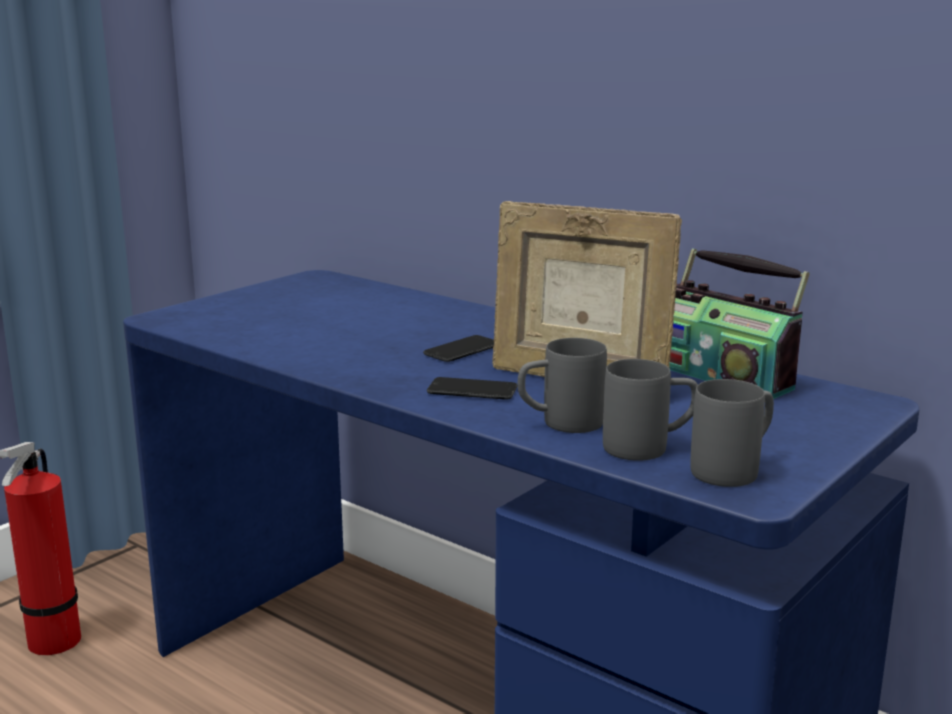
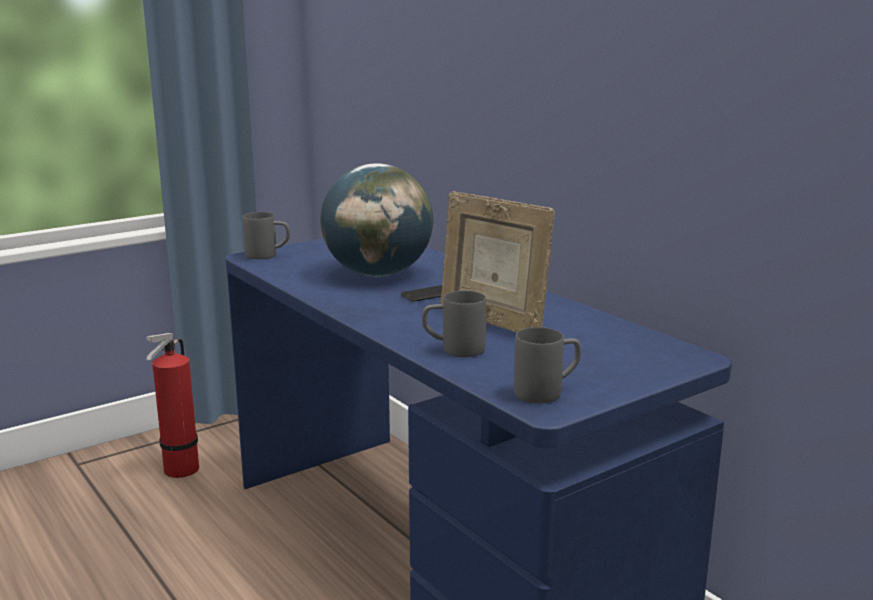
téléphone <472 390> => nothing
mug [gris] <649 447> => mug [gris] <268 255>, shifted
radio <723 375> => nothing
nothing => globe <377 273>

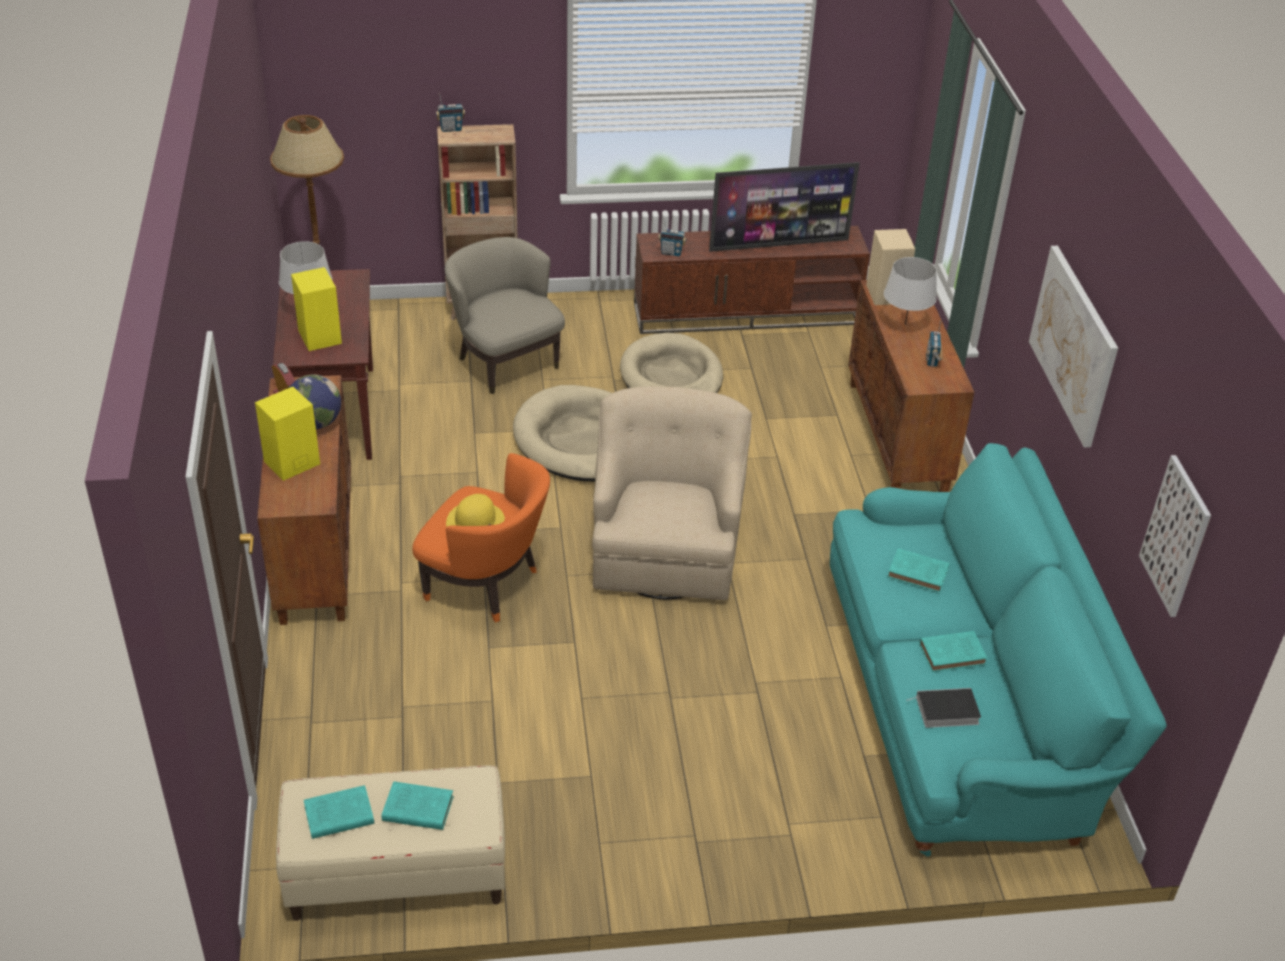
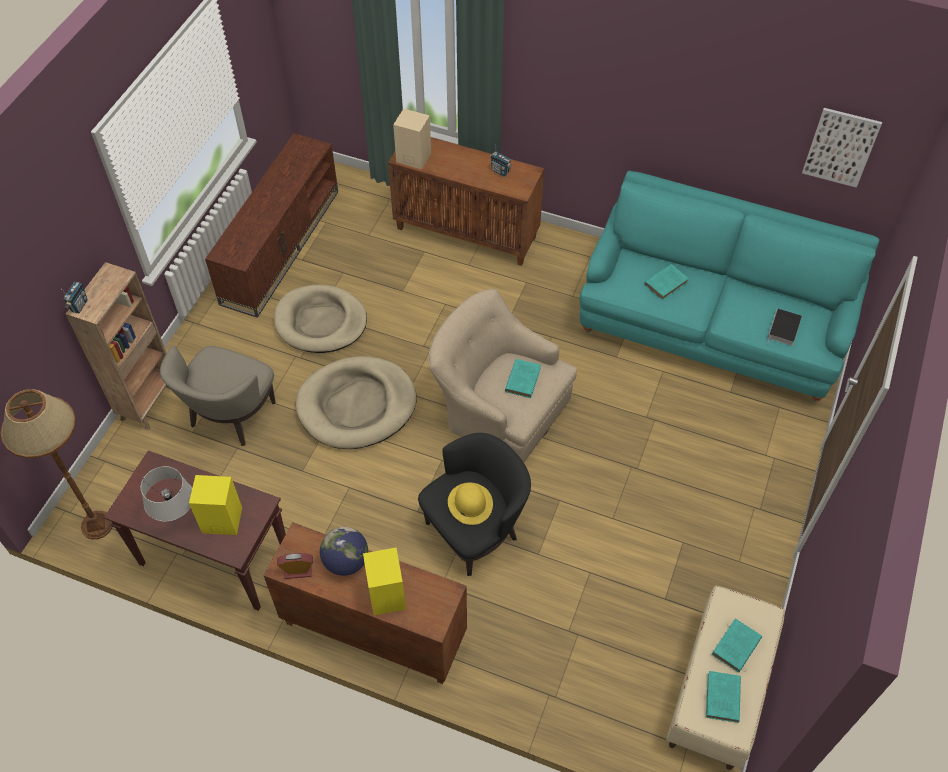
fauteuil [orange] <486 585> => fauteuil [noir] <475 530>
fauteuil [beige] <505 362> => fauteuil [beige] <230 416>, 60 degrees counterclockwise
radio <671 253> => nothing
téléviseur <778 244> => nothing
lampe de table [gris] <905 324> => nothing
livre [turquoise] <954 654> => livre [turquoise] <523 379>, shifted
tableau <1074 344> => nothing

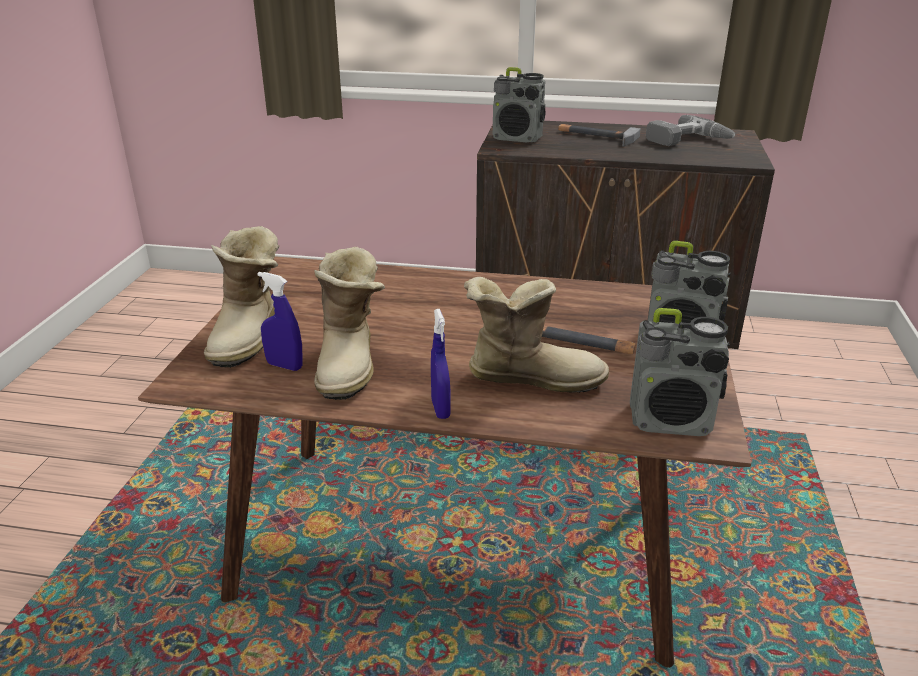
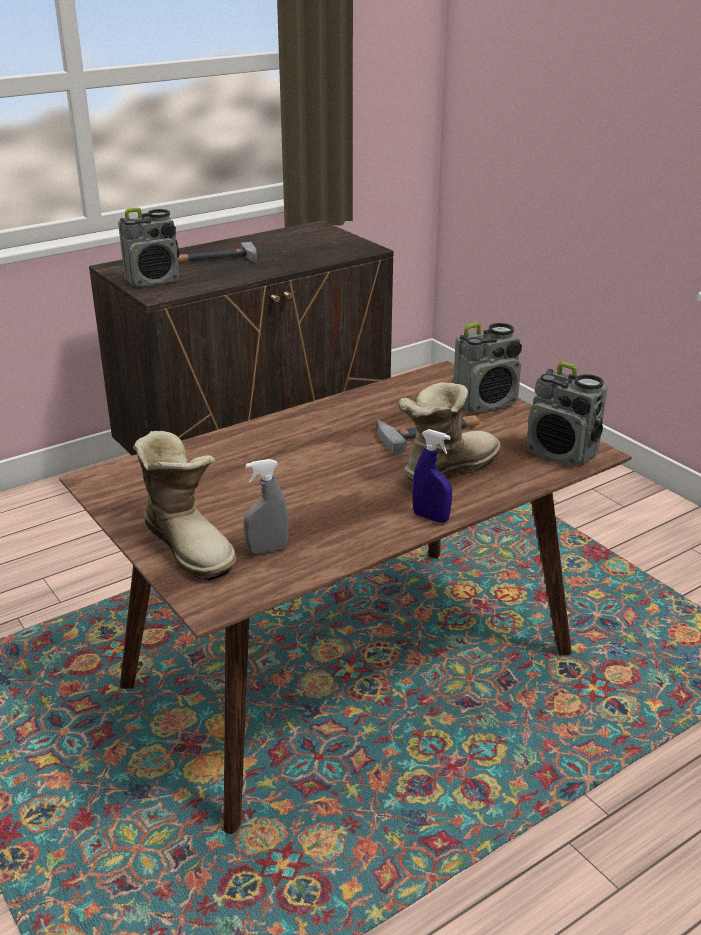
vaporisateur [bleu] <284 366> => vaporisateur [gris] <267 549>
botte <351 363> => nothing
radio <672 420> => radio <562 454>, 75 degrees clockwise
perceuse <689 141> => nothing

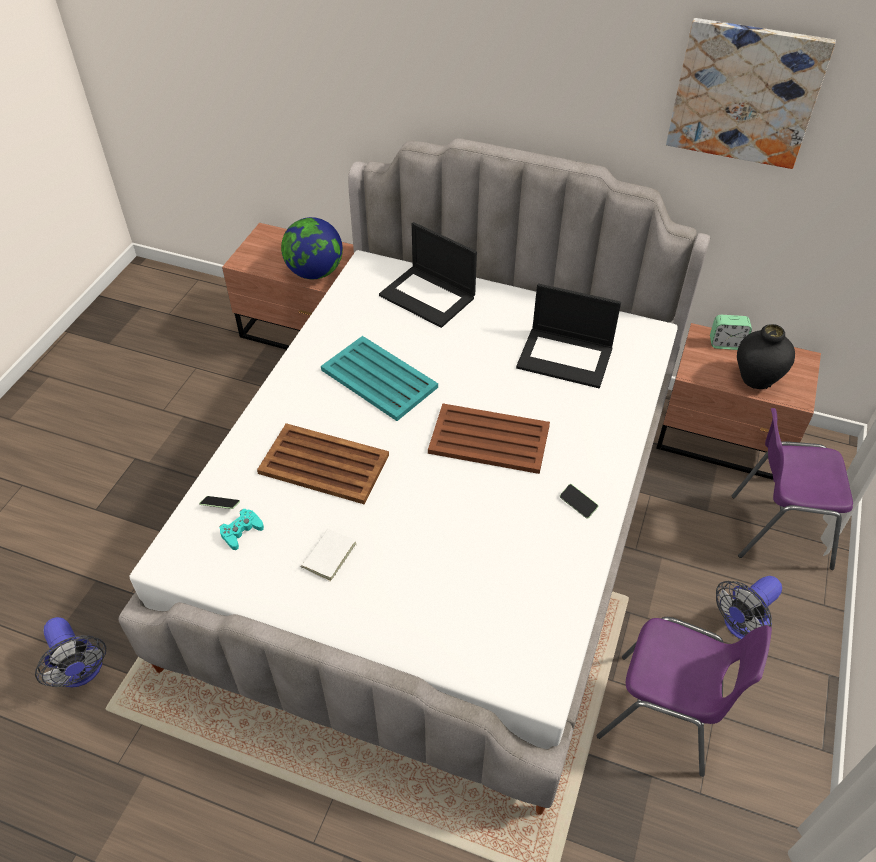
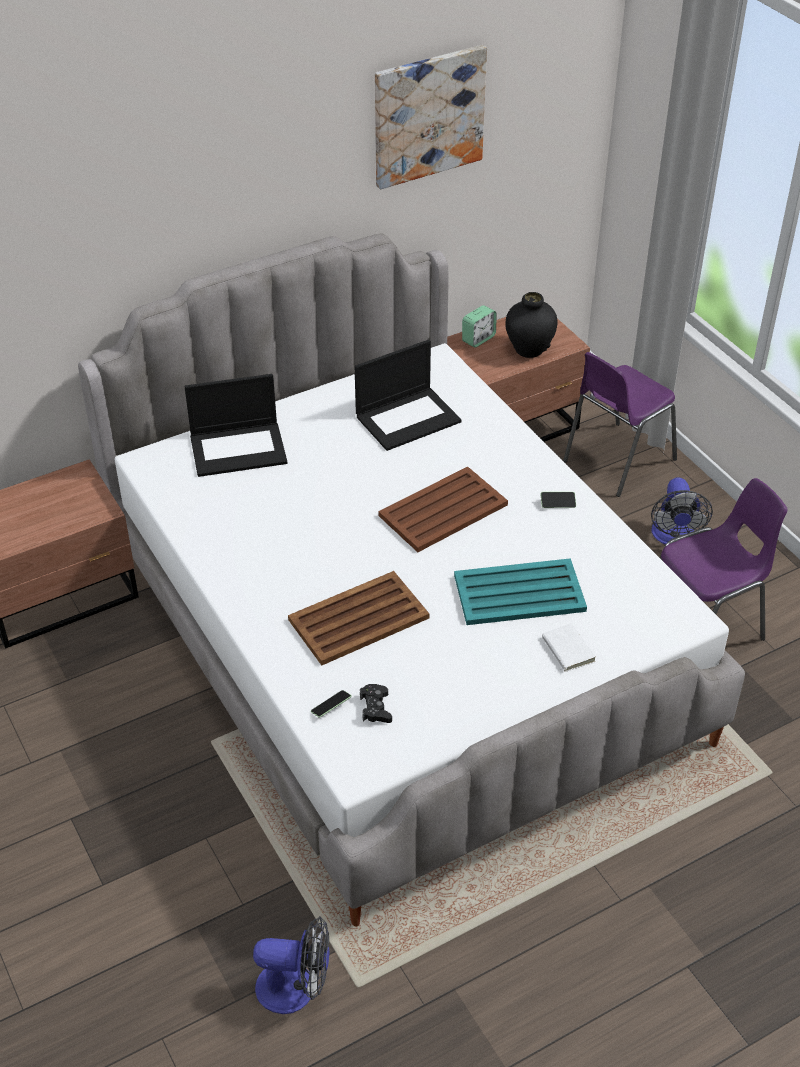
manette [turquoise] <241 532> => manette [noir] <375 708>
globe <315 272> => nothing
livre [blanc] <327 555> => livre [blanc] <566 650>, shifted
plateau [turquoise] <378 378> => plateau [turquoise] <518 593>, shifted

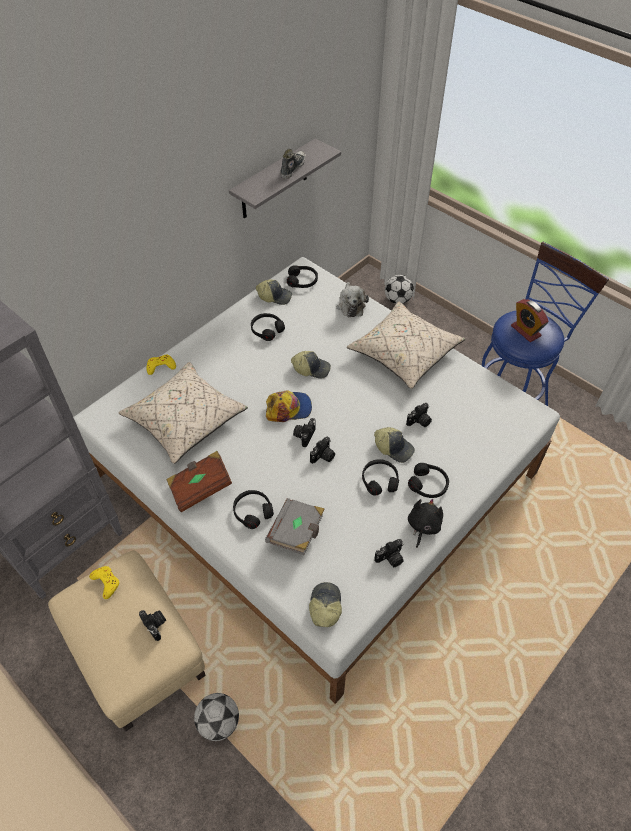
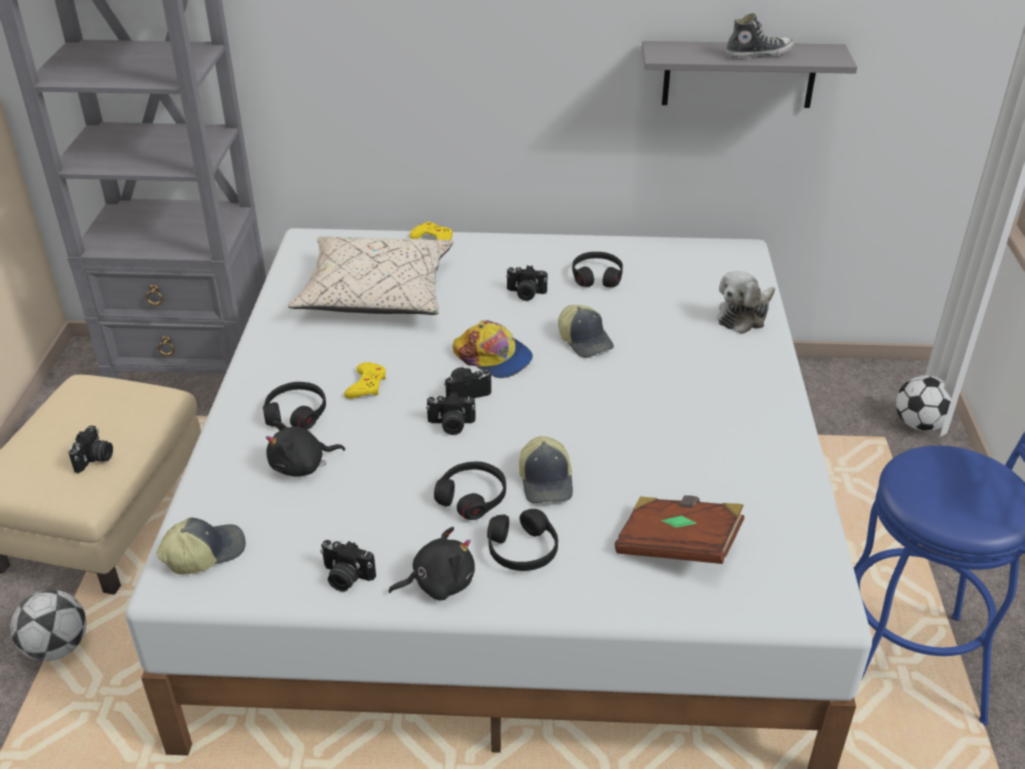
manette [jaune] <106 582> => manette [jaune] <366 385>, shifted
livre [marron] <200 487> => livre [marron] <677 546>, shifted
casquette <275 296> => nothing
livre [gris] <297 532> => peluche [noir] <301 466>
casque audio [noir] <302 281> => nothing
coussin [beige] <403 353> => nothing
appareil photo <419 421> => appareil photo <525 294>, shifted
réveil <525 331> => nothing

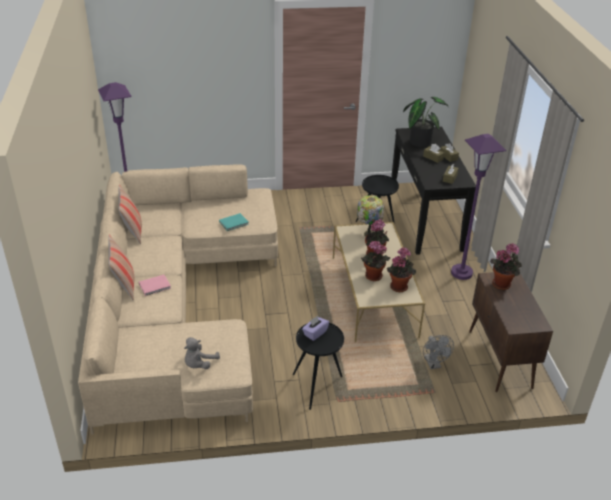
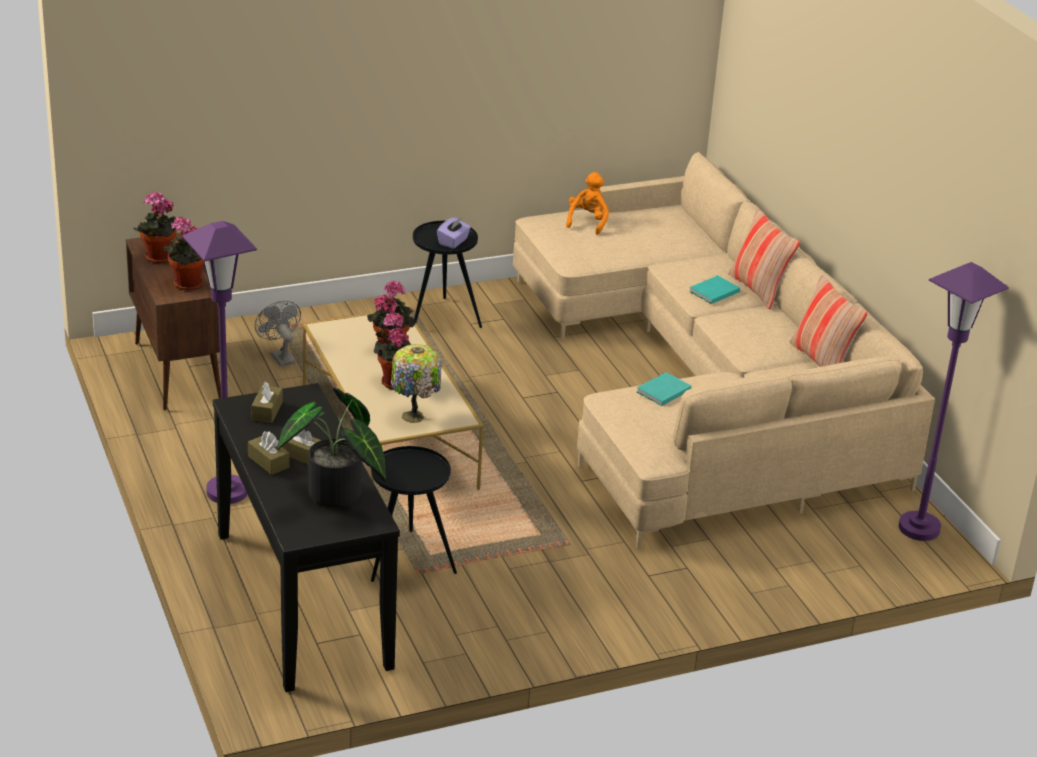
livre [rose] <155 286> => livre [turquoise] <713 292>
peluche [gris] <199 364> => peluche [orange] <587 222>
plante en pot <399 286> => plante en pot <159 258>, shifted

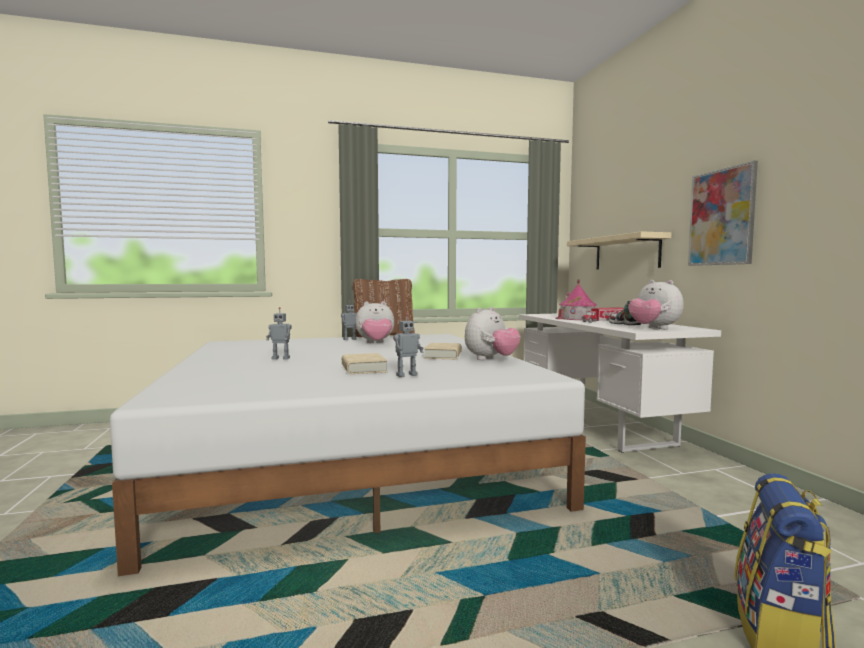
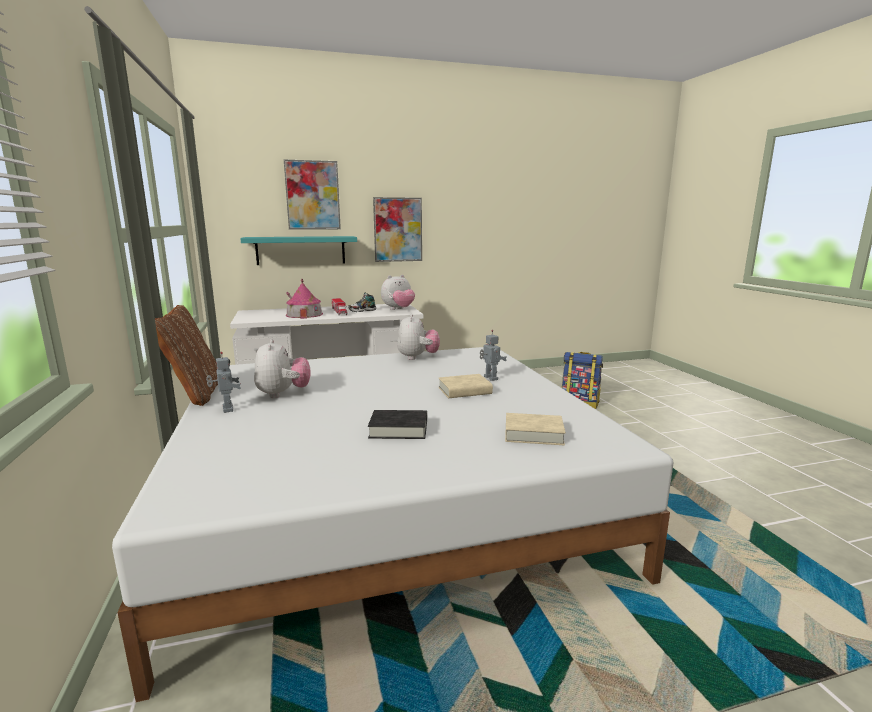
robot jouet <281 358> => livre [noir] <398 429>
livre [beige] <443 355> => livre [beige] <533 434>, shifted
peluche <491 359> => peluche <417 357>, 45 degrees clockwise
étagère [beige] <626 253> => étagère [turquoise] <301 250>
nothing => tableau <312 195>

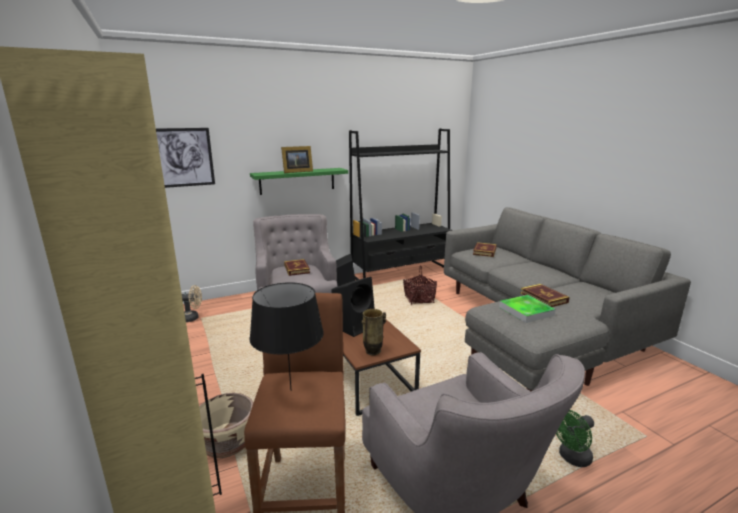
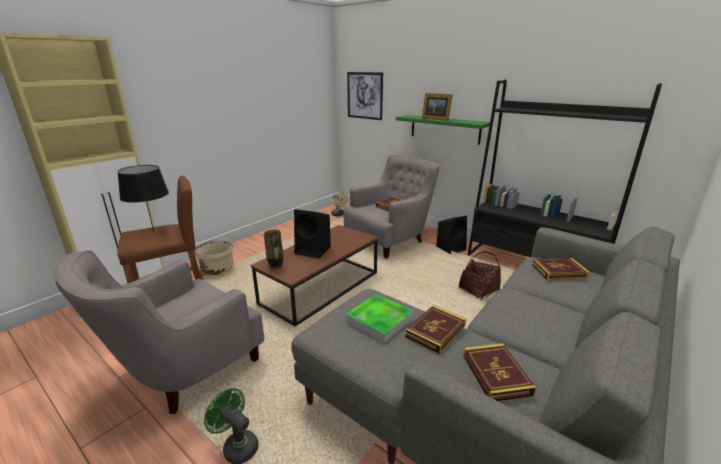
nothing => livre <496 374>

